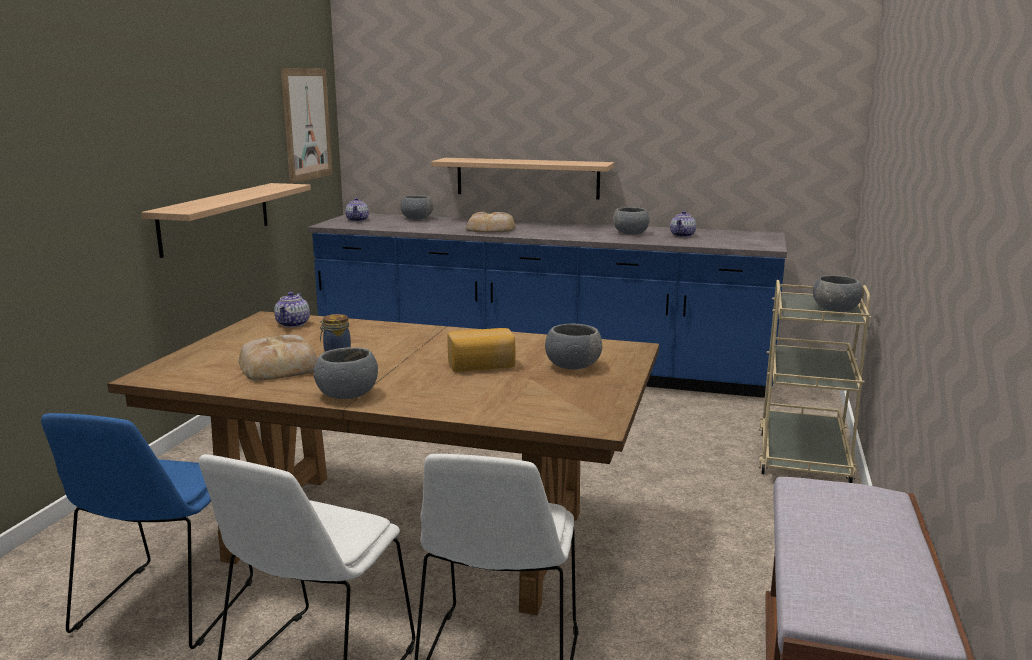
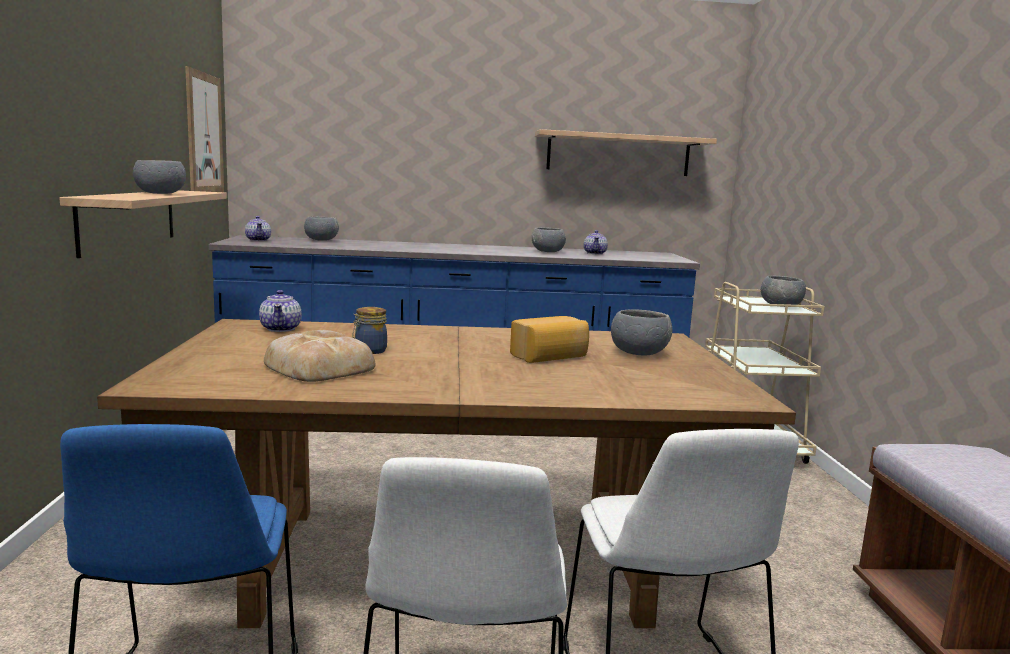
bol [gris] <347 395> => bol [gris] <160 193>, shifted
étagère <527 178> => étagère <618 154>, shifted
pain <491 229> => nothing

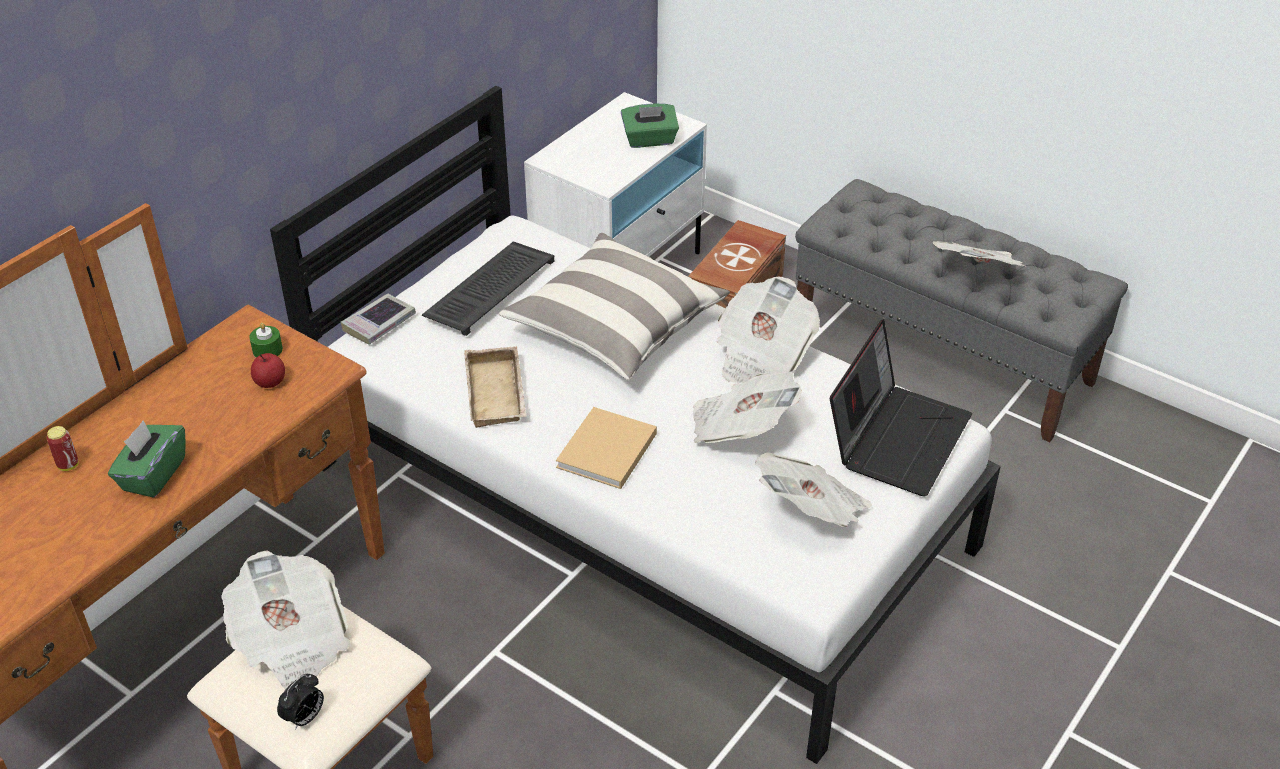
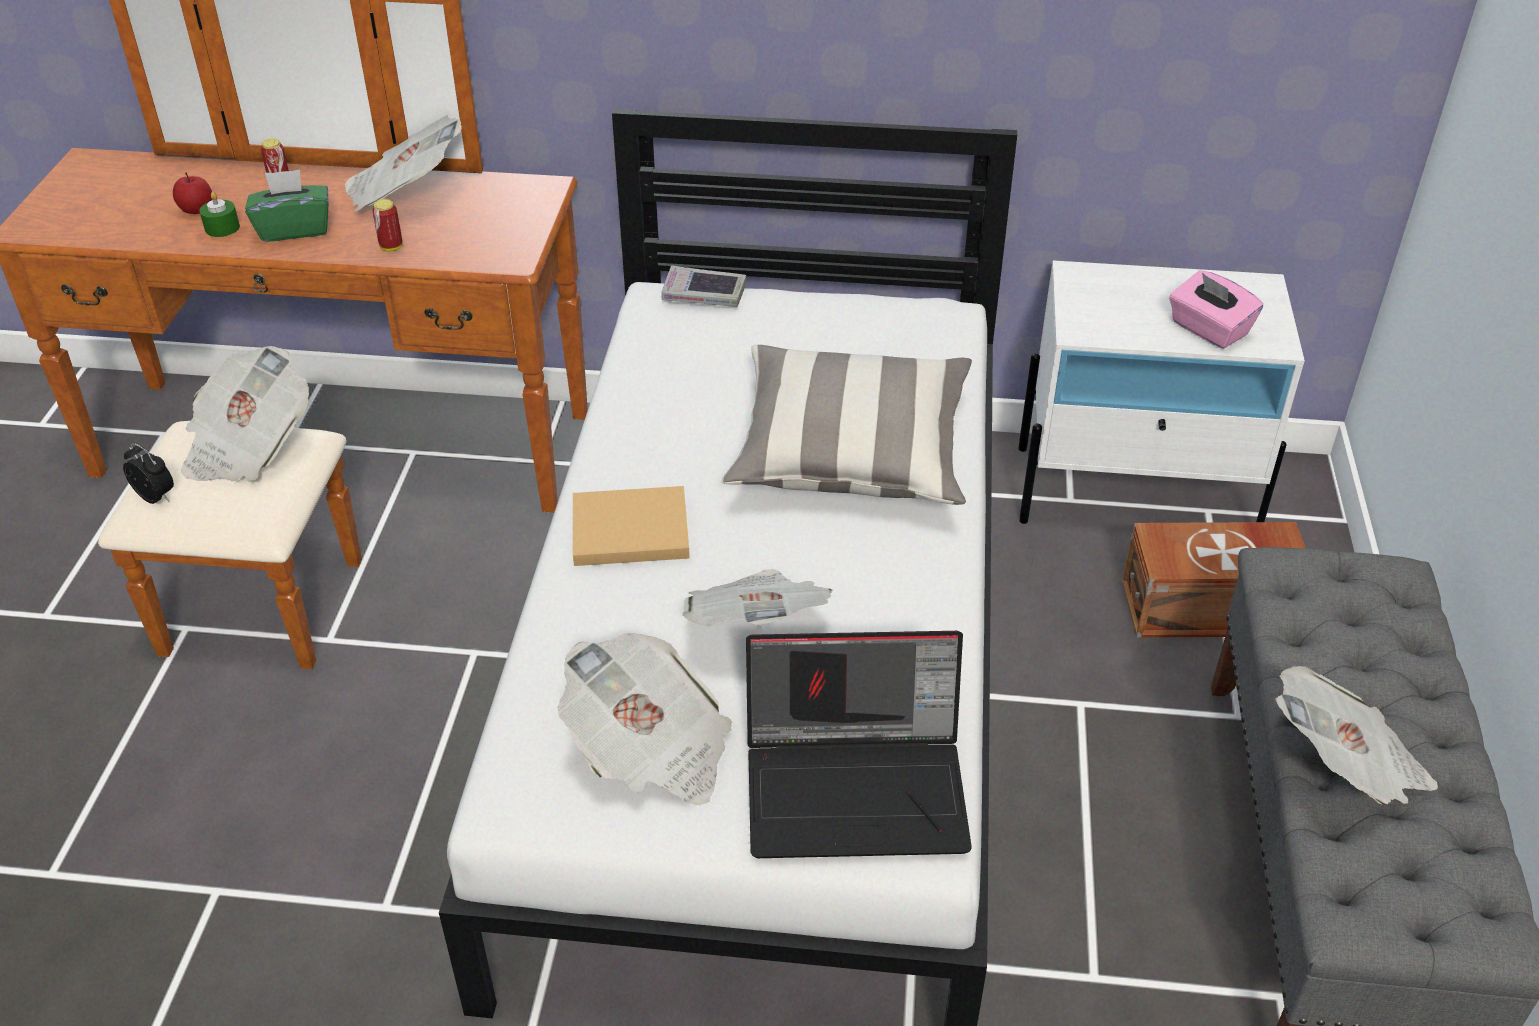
bougie [vert] <267 350> => bougie [vert] <222 228>, shifted
pomme <270 382> => pomme <196 209>, shifted
réveil <305 718> => réveil <156 497>, 150 degrees counterclockwise
clavier <489 288> => nothing
plateau [beige] <498 393> => nothing
boîte à mouchoirs [vert] <649 140> => boîte à mouchoirs [rose] <1208 330>
journal <761 355> => journal <405 192>, shifted
nothing => boîte métallique <391 247>

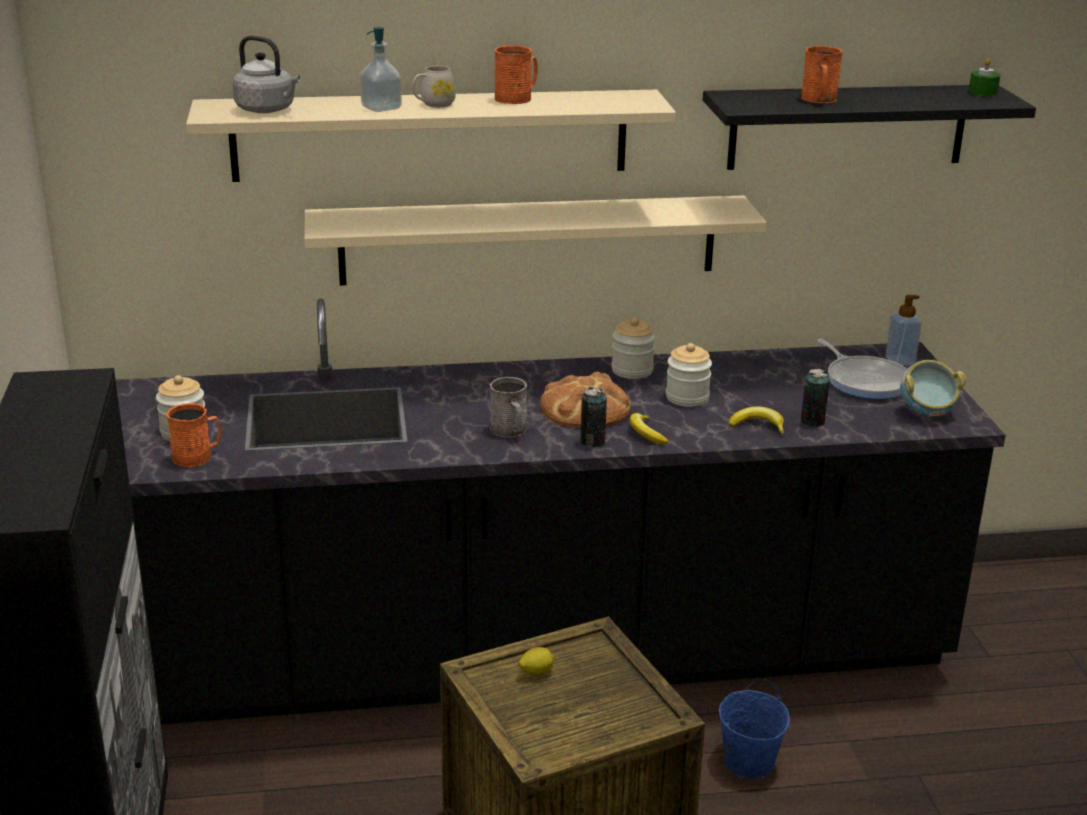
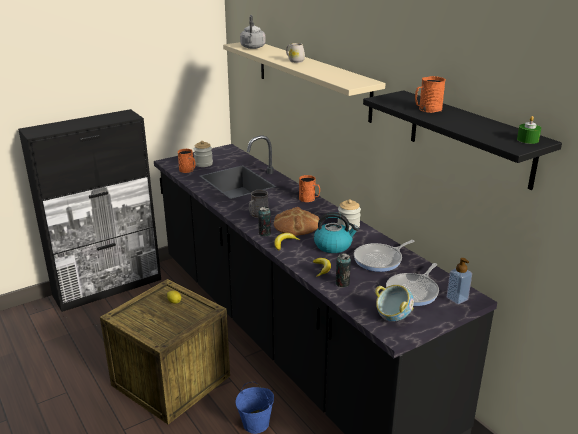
étagère [beige] <528 240> => nothing
distributeur de savon <381 108> => nothing
mug [orange] <517 98> => mug [orange] <309 199>, shifted
bocal <687 397> => bouilloire <333 245>
nothing => poêle <380 260>

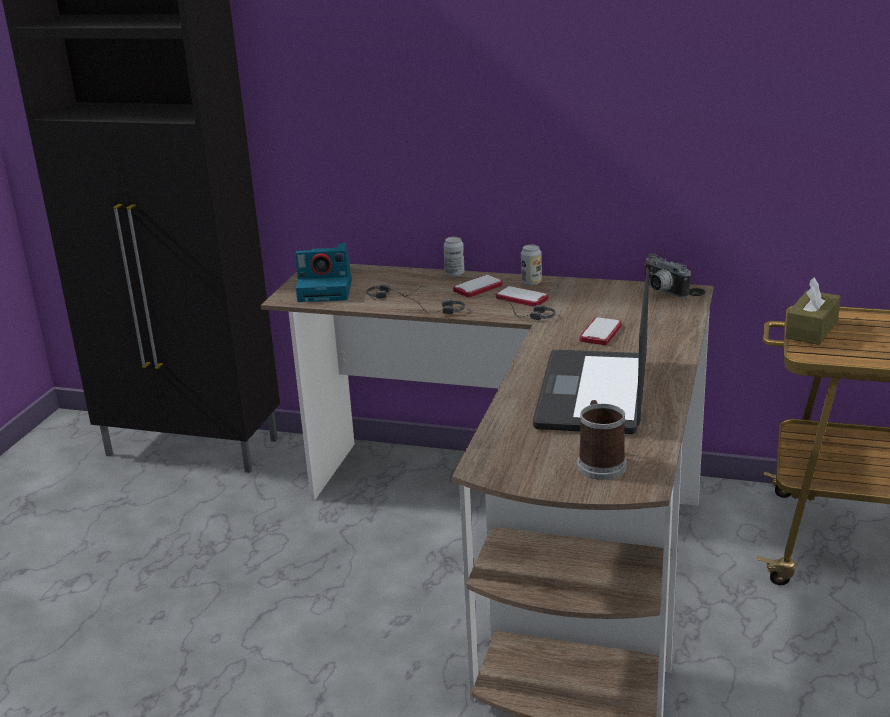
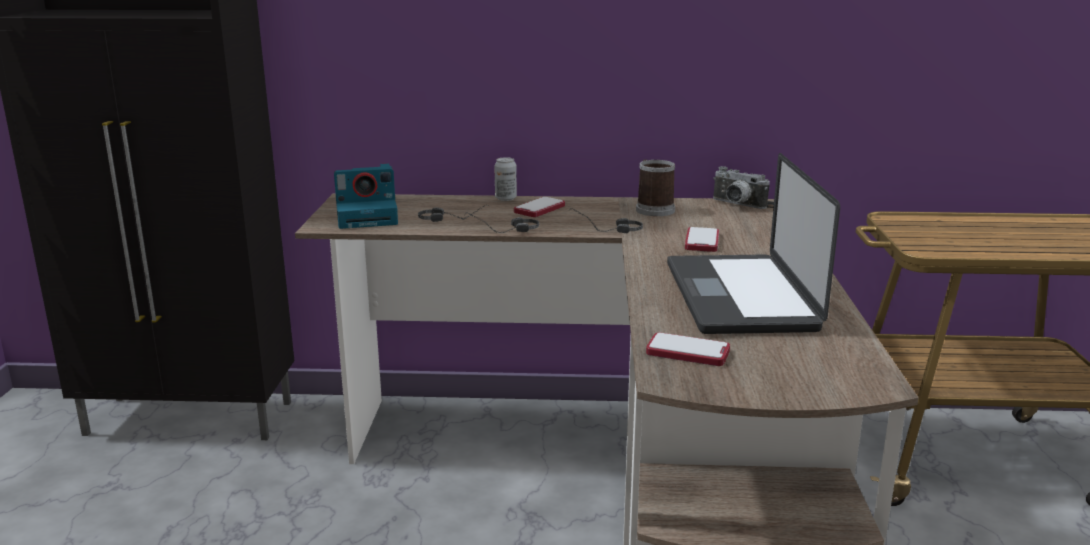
téléphone <522 298> => téléphone <687 352>, shifted
boîte métallique <531 282> => nothing
mug <600 463> => mug <653 209>, shifted
boîte à mouchoirs [marron] <811 329> => nothing

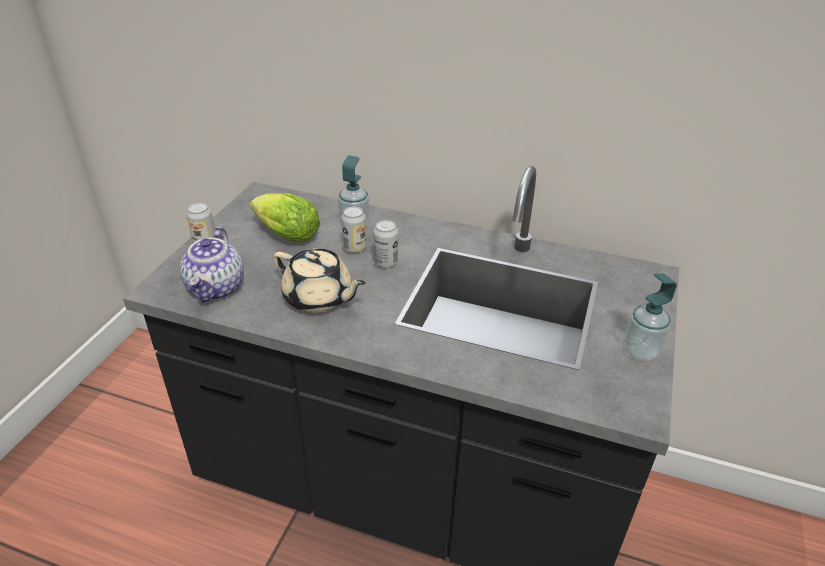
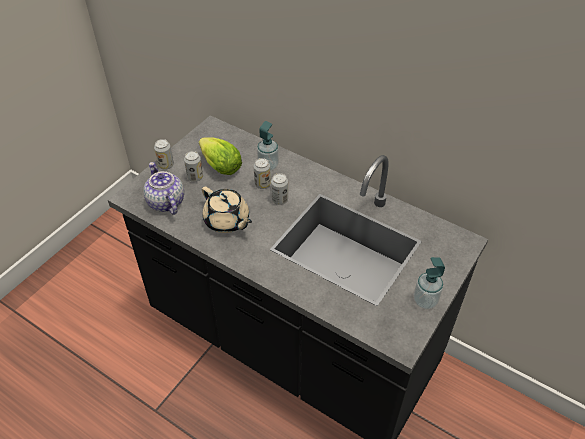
théière <216 288> => théière <165 202>, 135 degrees clockwise
nothing => boîte métallique <195 177>

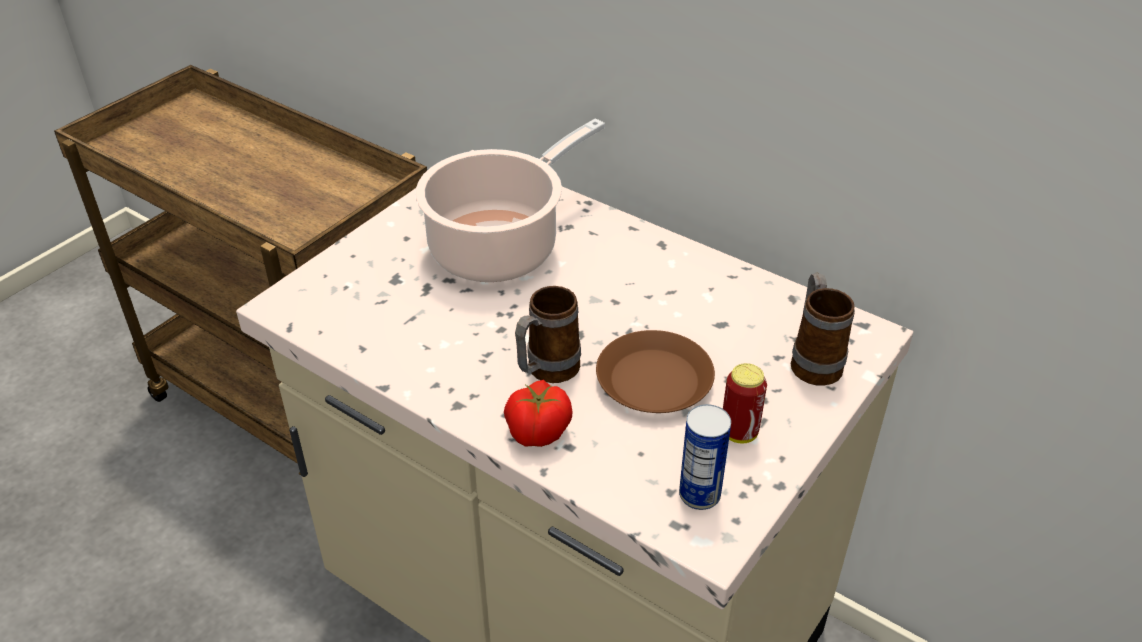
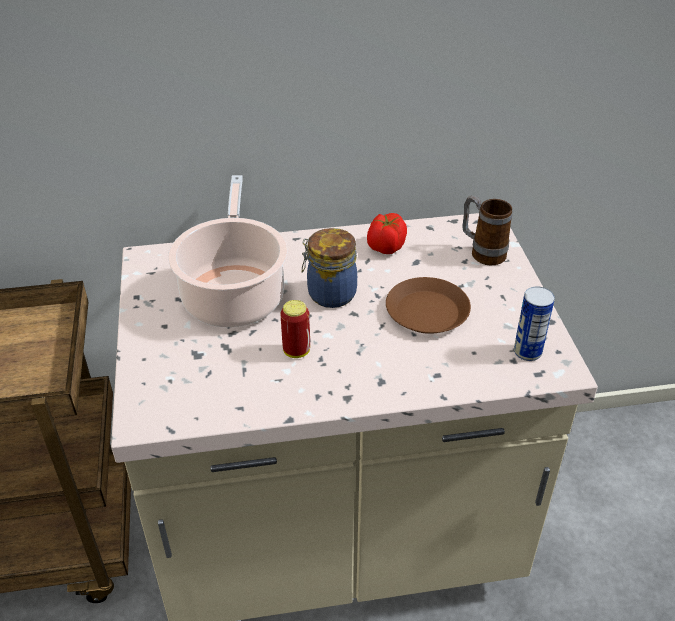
tomate <537 432> => tomate <385 247>, shifted
mug <546 372> => nothing
boîte métallique <739 433> => boîte métallique <296 351>, shifted
nothing => bocal <329 293>

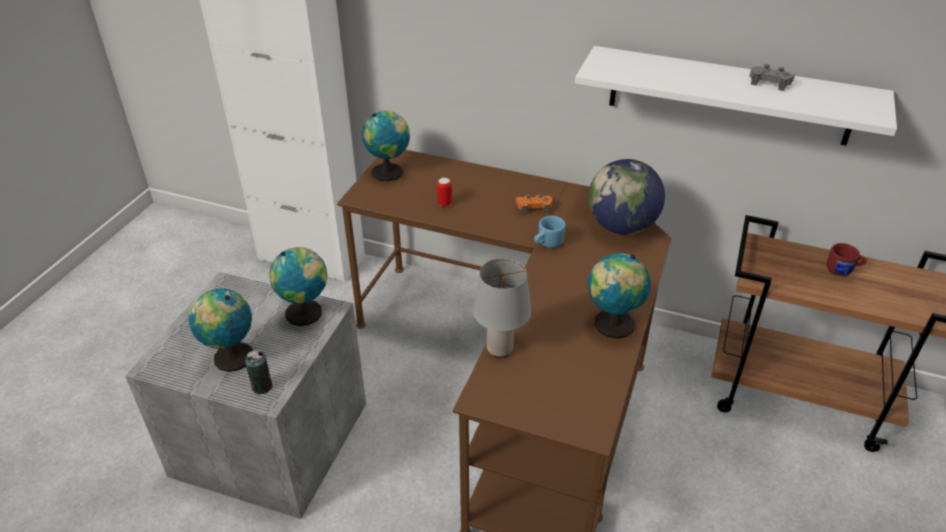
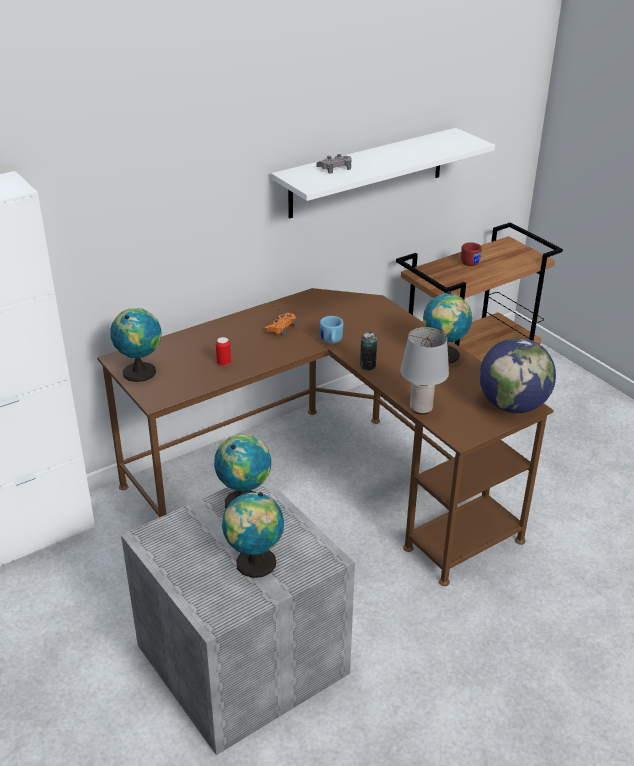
boîte métallique <262 387> => boîte métallique <367 366>, shifted
globe <621 227> => globe <512 406>, shifted
manette [gris] <769 82> => manette [gris] <334 168>, shifted

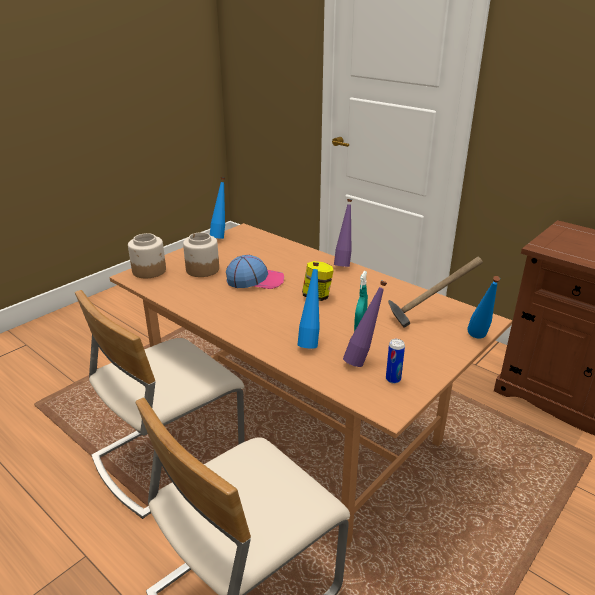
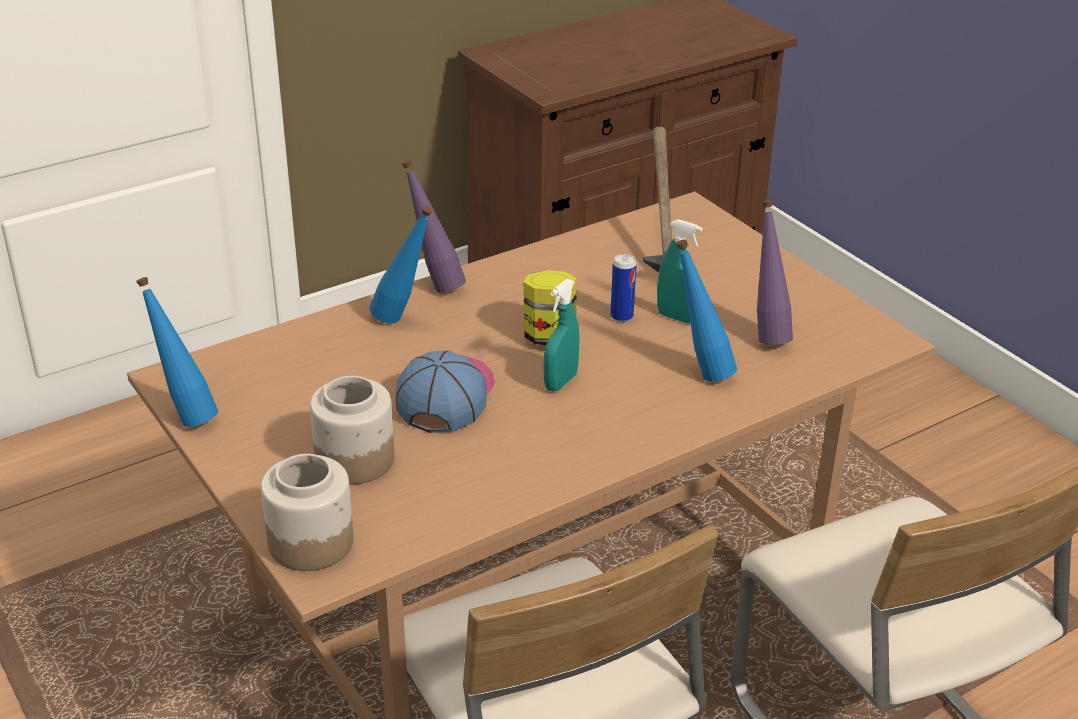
boîte métallique <393 379> => boîte métallique <621 316>, shifted
bouteille [bleu] <478 340> => bouteille [bleu] <403 321>, shifted
nothing => vaporisateur [turquoise] <560 382>

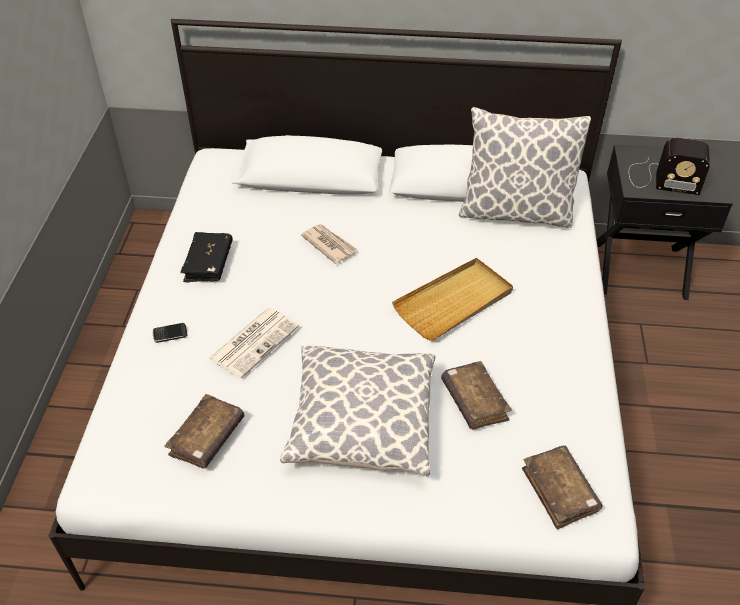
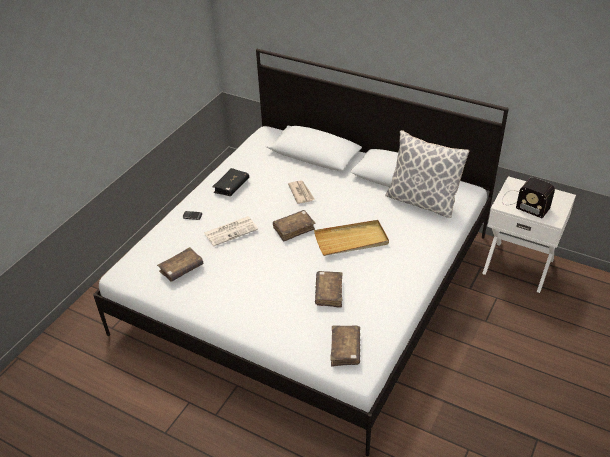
coussin <362 424> => nothing
table de chevet [noir] <639 268> => table de chevet [blanc] <518 265>
nothing => livre [marron] <294 229>

